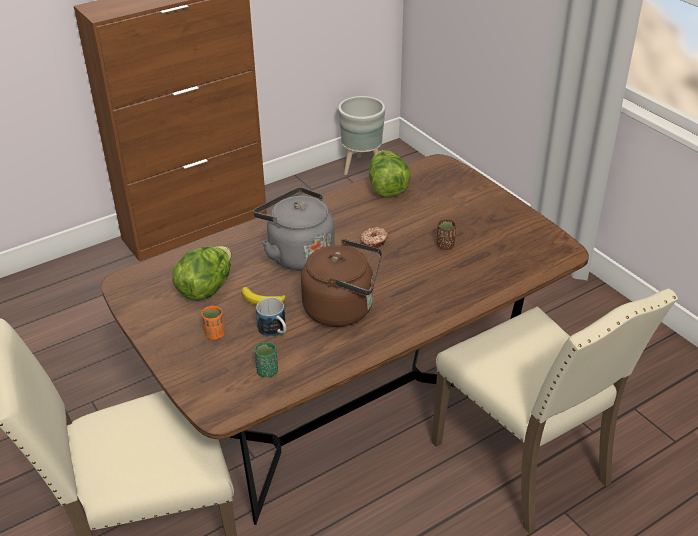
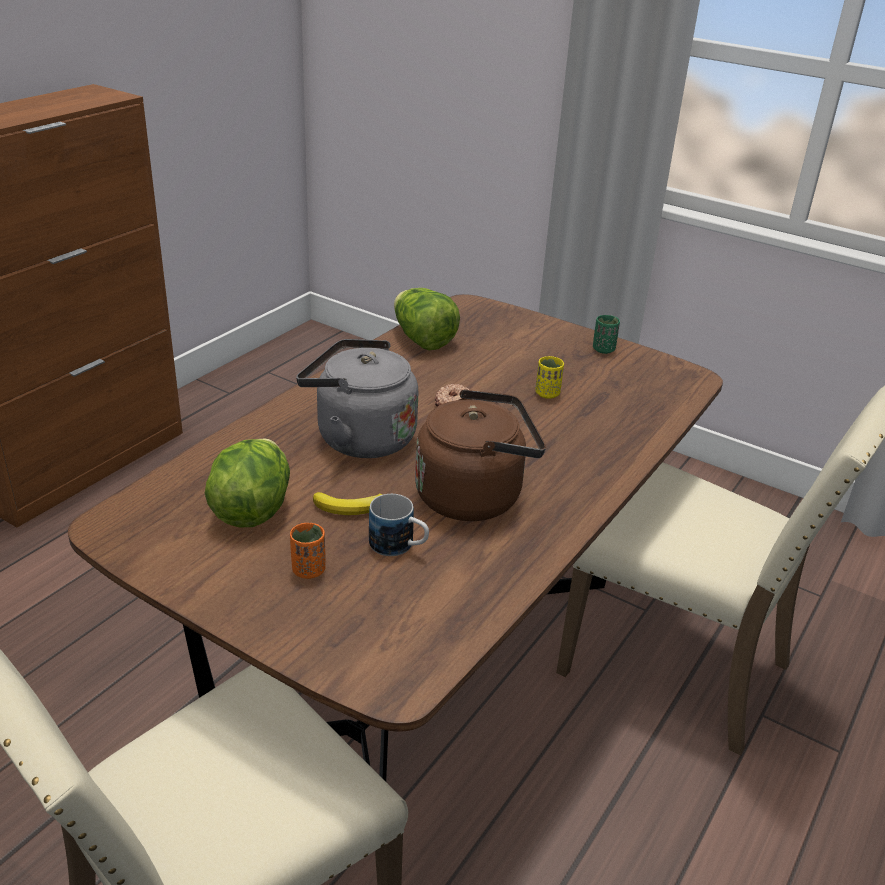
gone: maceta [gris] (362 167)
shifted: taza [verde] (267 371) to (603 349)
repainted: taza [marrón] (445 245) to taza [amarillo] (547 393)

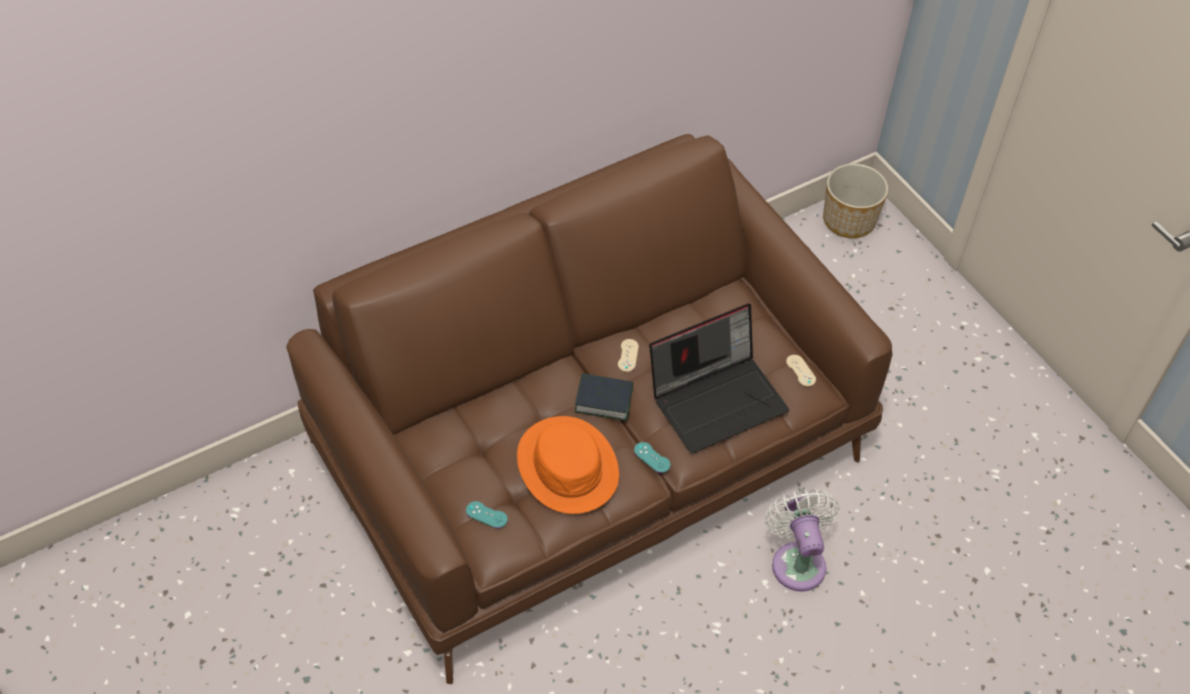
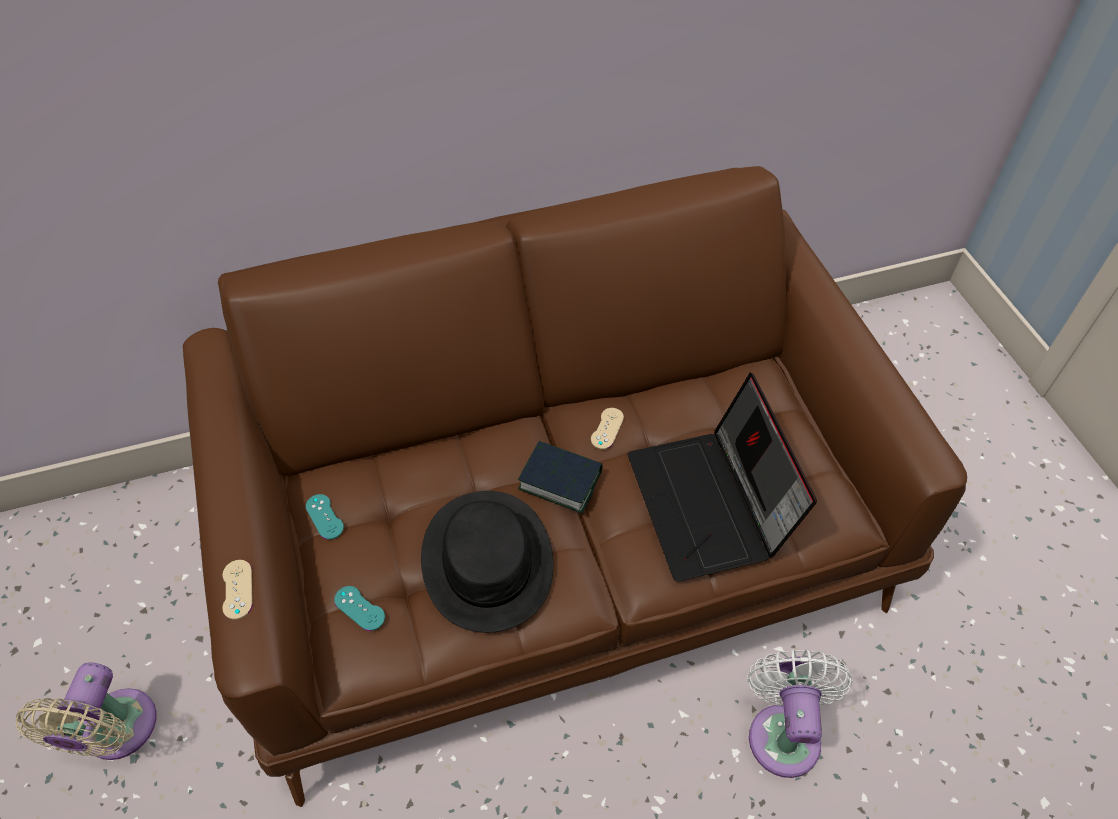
gone: maceta (848 221)
new: ventilador [beis] (116 733)
shifted: mando de consola [beis] (800 370) to (237 589); mando de consola [turquesa] (652 457) to (324 516)
repainted: sombrero [naranja] (568 466) to sombrero [negro] (488 561)
rotated: portátil (717 398) = (710 505) 90 degrees clockwise

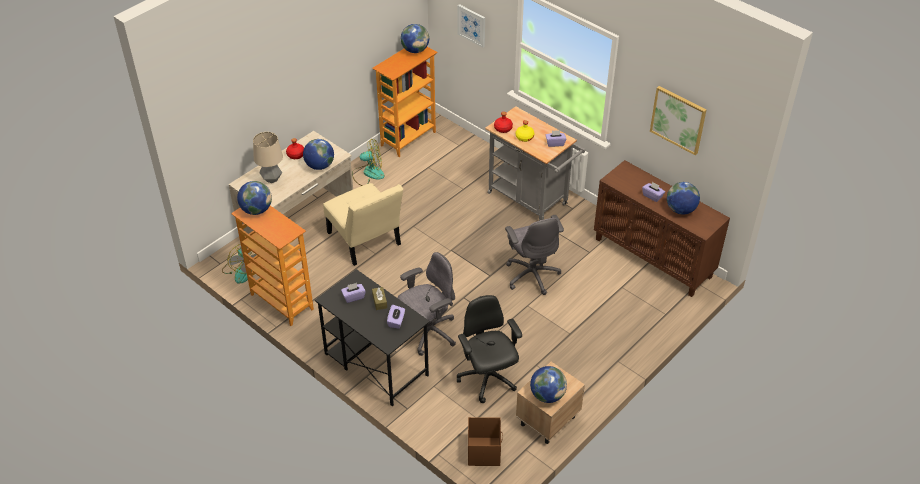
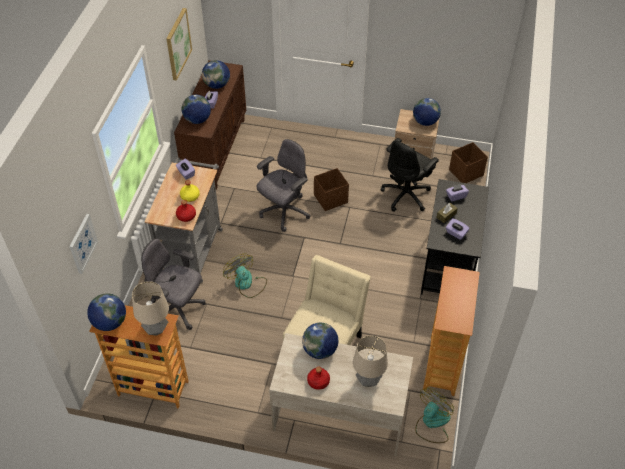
new: lámpara de mesa (156 329); caja de almacenaje [marrón] (331 199)
shifted: silla de oficina [gris] (428 333) to (178 310); globo terráqueo (256 210) to (197 120); ventilador (368 173) to (247 284)

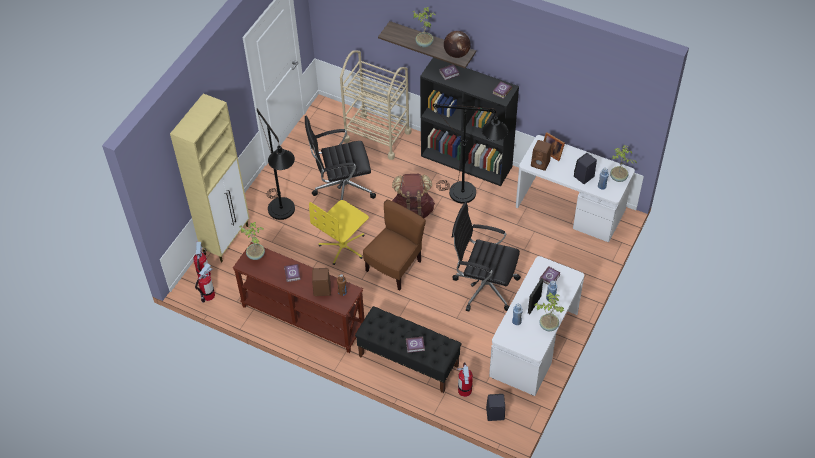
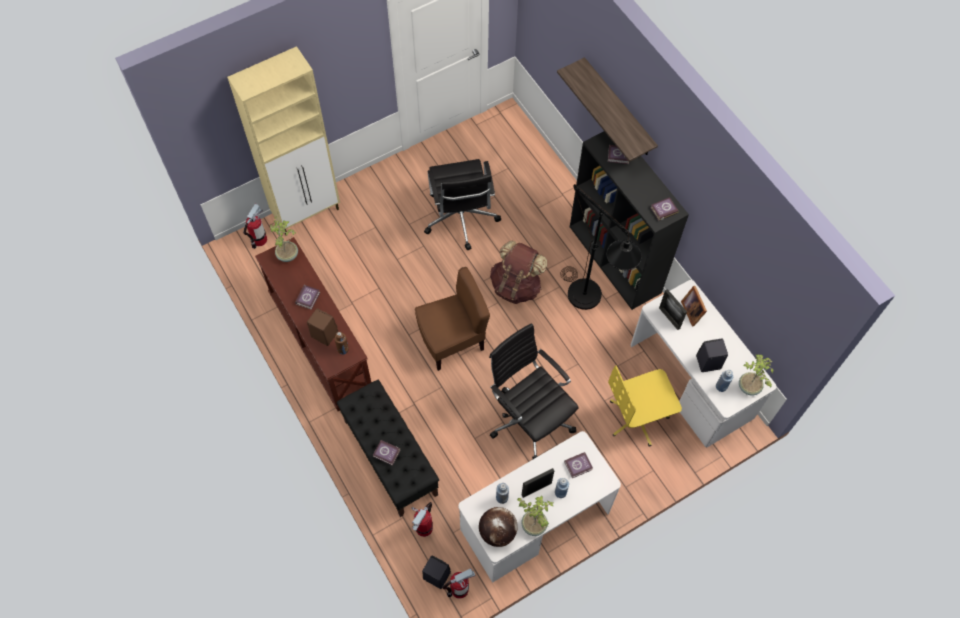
gone: lámpara de pie [negro] (284 215); carrito [beis] (377 136); planta en maceta (424 43)
shifted: extintor (208 295) to (459 589); globo terráqueo (456 54) to (497 531); silla de oficina [amarillo] (343 246) to (637 418)
swapped: altavoz [marrón] (541 163) to portarretratos (669 318)
rotated: silla de oficina [negro] (342 188) = (460 219) 120 degrees counterclockwise

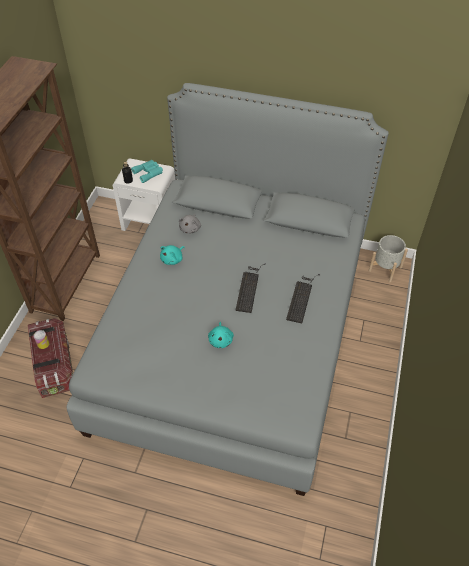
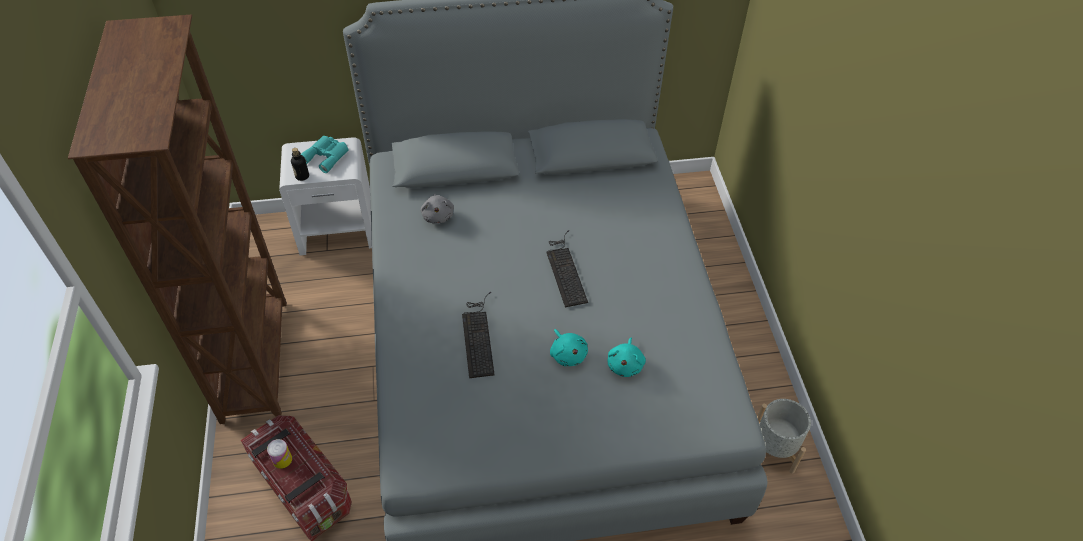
shifted: teclado (301 297) to (478 336); peluche [turquesa] (173 259) to (625 364); maceta [gris] (385 269) to (773 449)

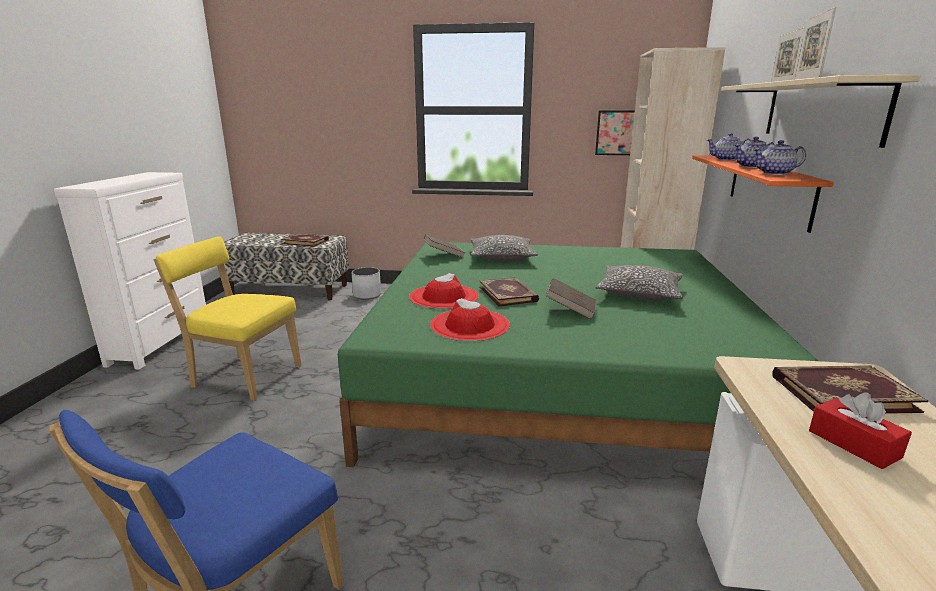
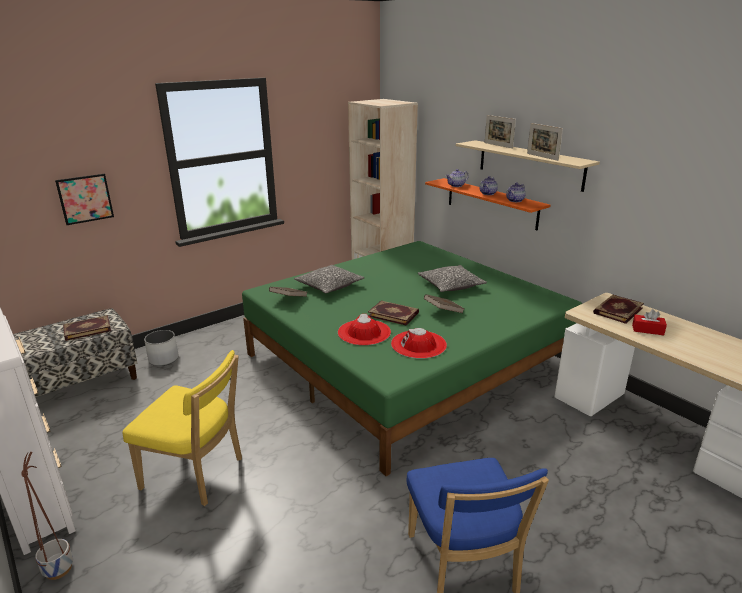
new: maceta (58 569)
shifted: cuadro (618 133) to (85 199)
rotated: silla [amarillo] (243 376) = (197 475) 135 degrees counterclockwise

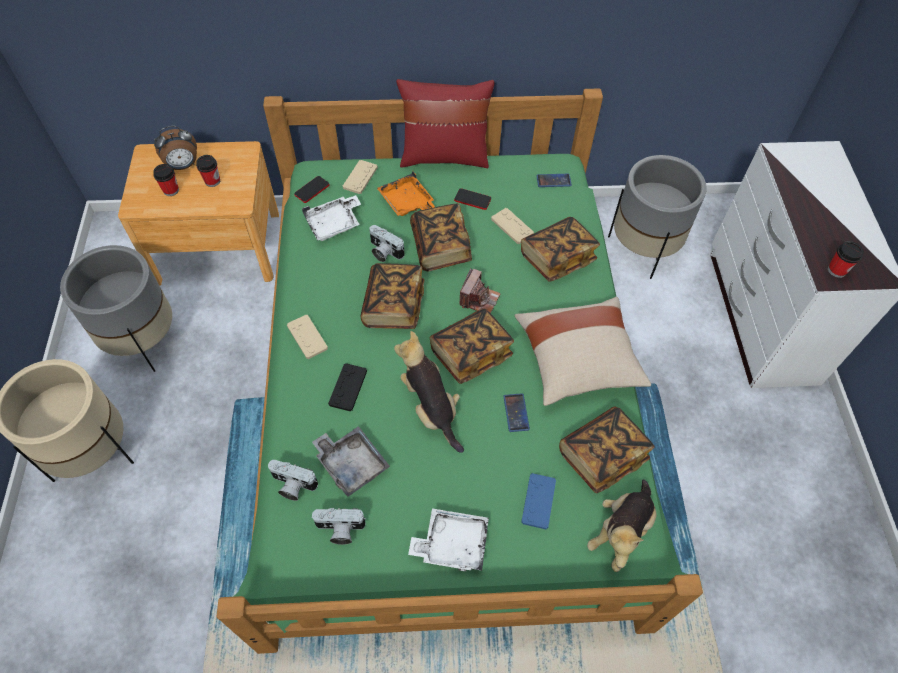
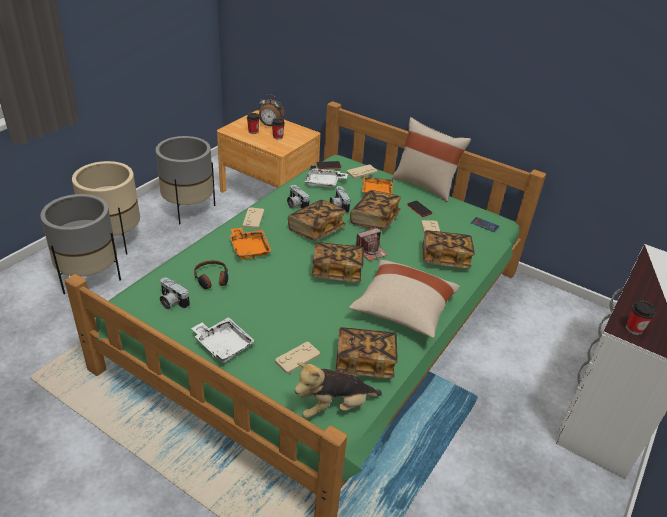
gone: peluche (431 407); móvil (516 413)
shifted: maceta [gris] (643 249) to (89 277); cámara (292 485) to (296 205)
swapped: bandeja [gris] (351 464) to auriculares (212 279); mando de consola [negro] (348 387) to bandeja [naranja] (249 249)
repainted: mando de consola [azul] (538 501) to mando de consola [beis] (297 358); cojín [rojo] (444 156) to cojín [beis] (425 185)

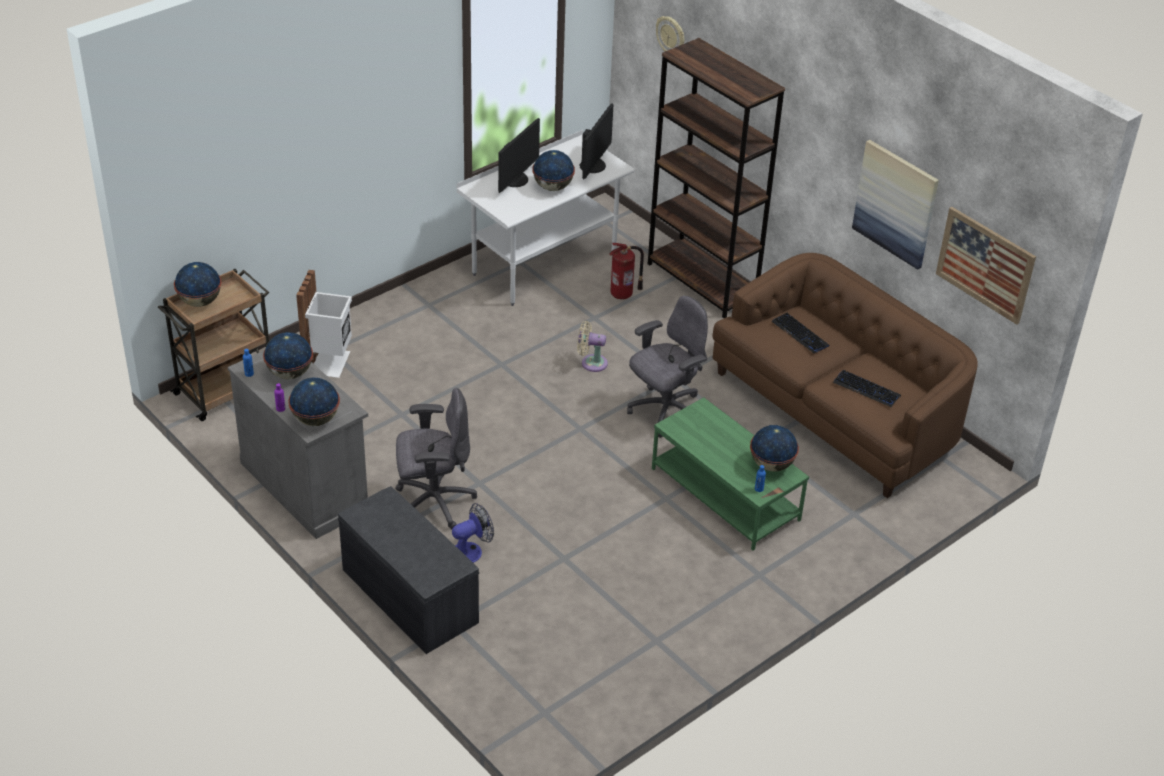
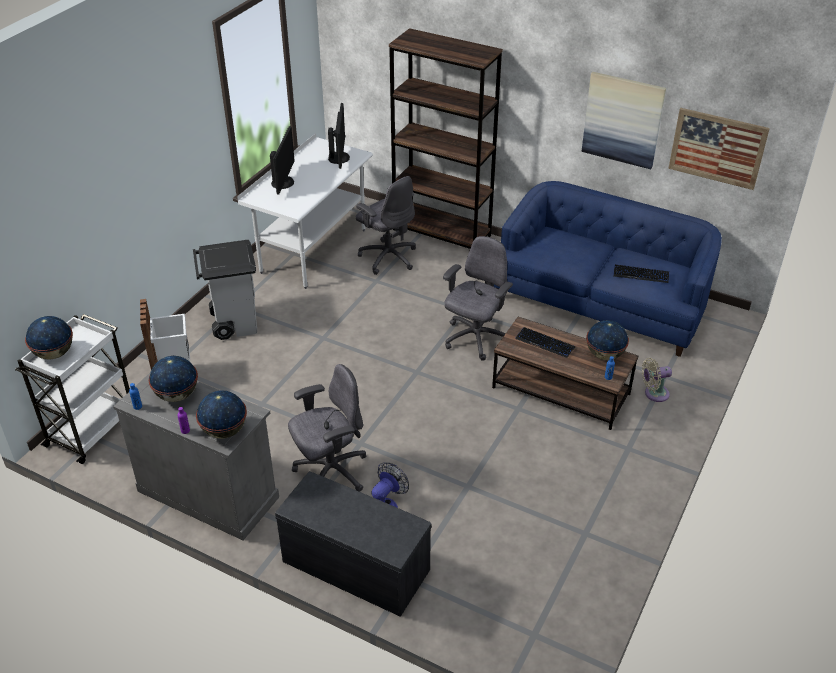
gone: globo terráqueo (552 187); reloj de pared (671 36)
new: papelera [gris] (233 323)
shifted: teclado (800 334) to (545 343); ventilador [beis] (591 363) to (654 394)
swapped: extintor (623 294) to silla de oficina [gris] (388 257)
repainted: carrito [marrón] (226 390) to carrito [blanco] (92 428); mesa de centro [verde] (726 494) to mesa de centro [marrón] (561 390); sofá [marrón] (837 411) to sofá [azul] (601 301)

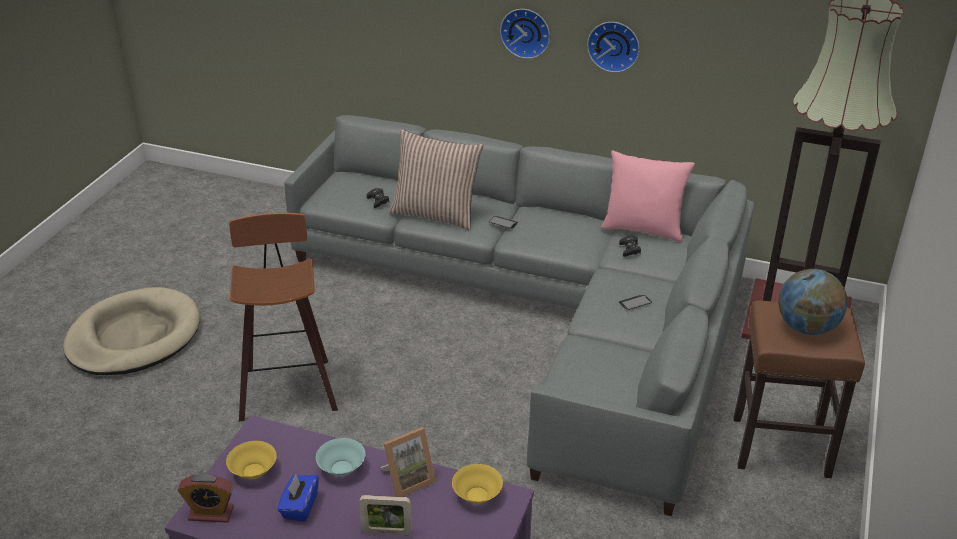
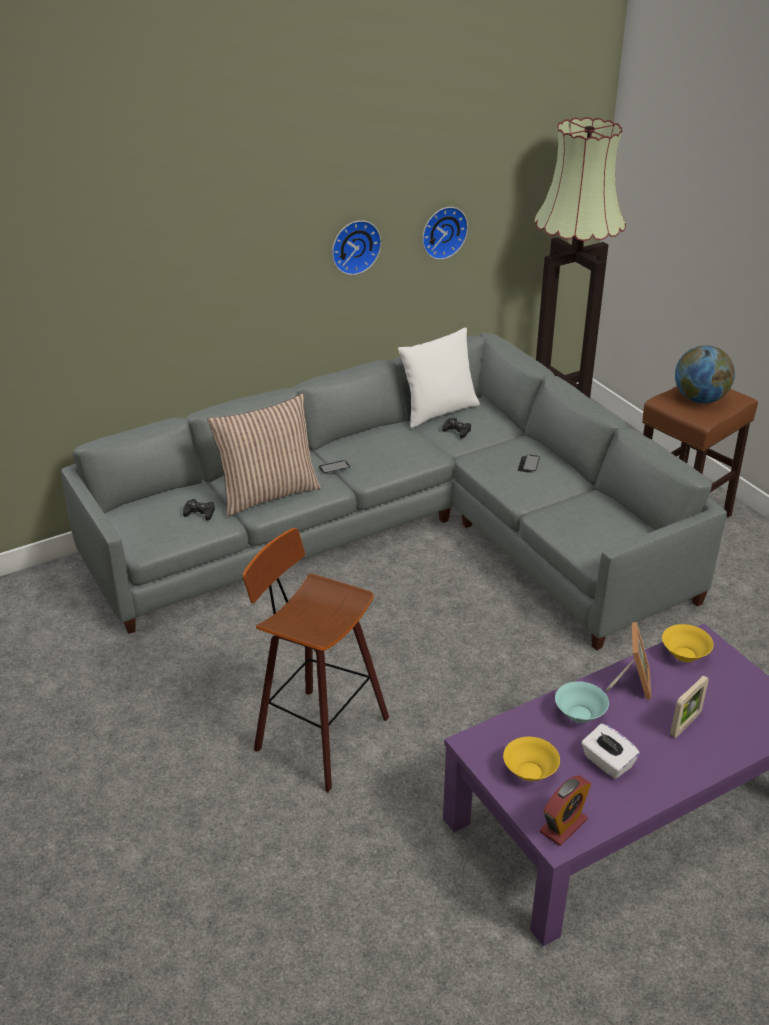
gone: cama para perro [beis] (134 337)
shifted: reloj de pared (526 32) to (442 231)
repainted: cojín [rosa] (643 229) to cojín [blanco] (438 412); caja de pañuelos [azul] (300 507) to caja de pañuelos [blanco] (607 763)

